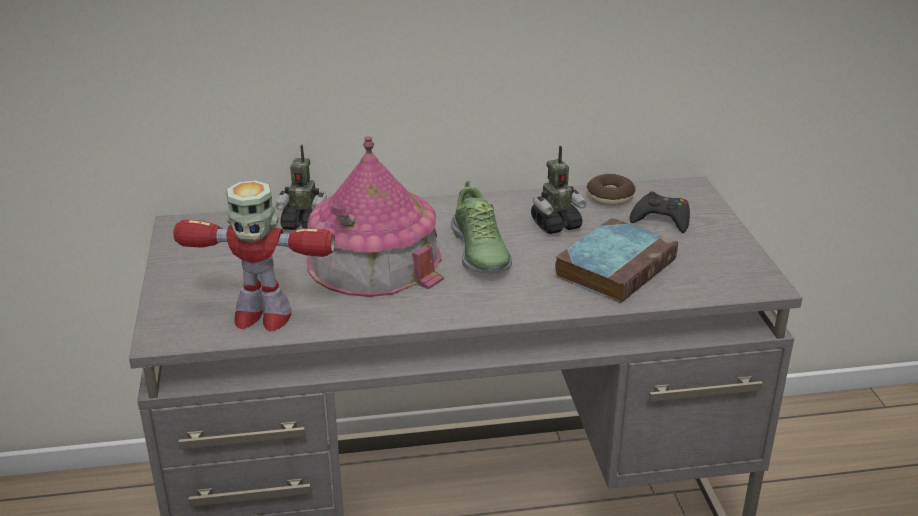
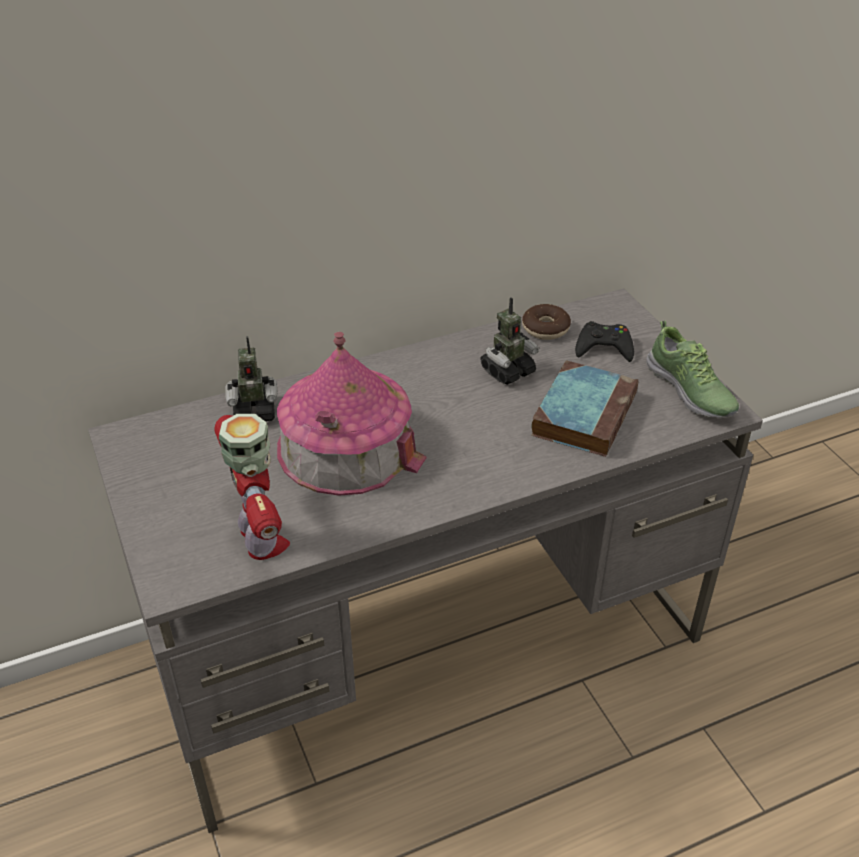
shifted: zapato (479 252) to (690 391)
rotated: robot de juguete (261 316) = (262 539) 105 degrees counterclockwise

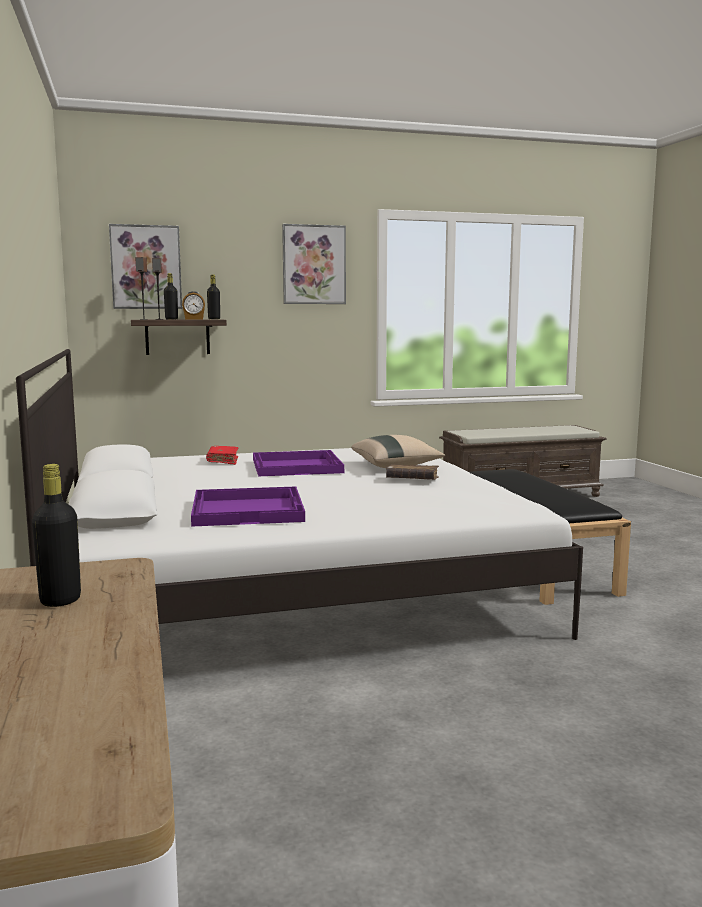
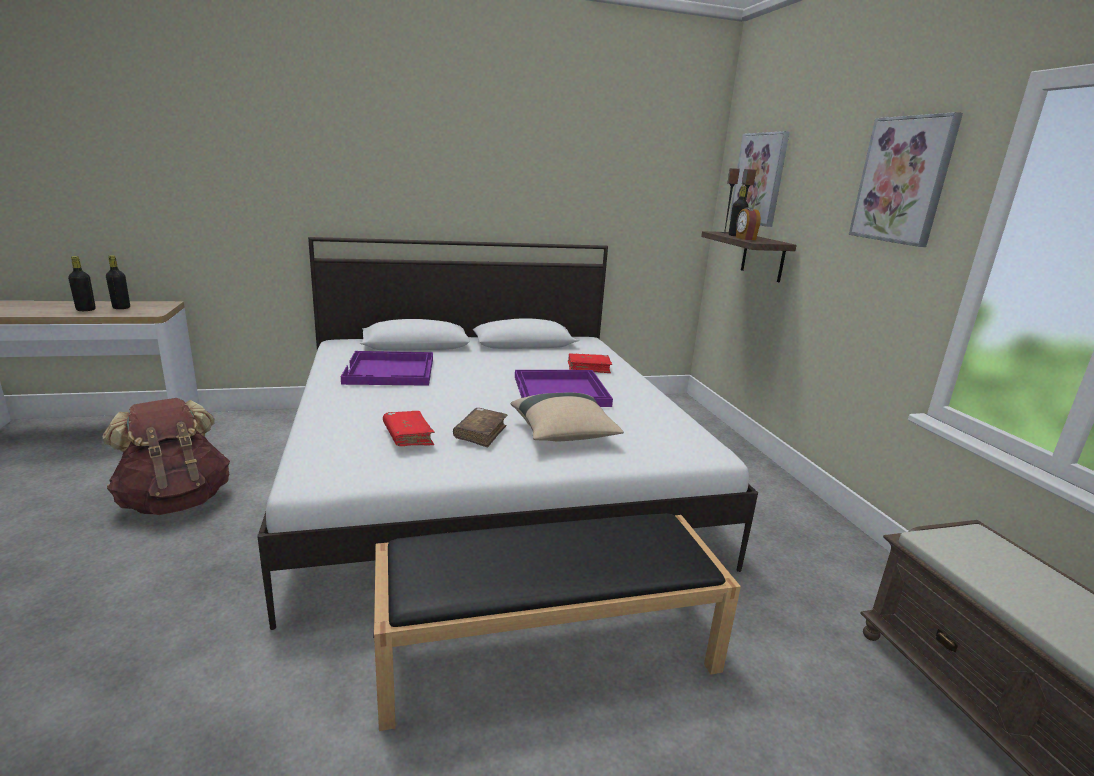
new: mochila [marrón] (176 501); libro [rojo] (408 436)
shifted: botella [negro] (214 319) to (86 310)

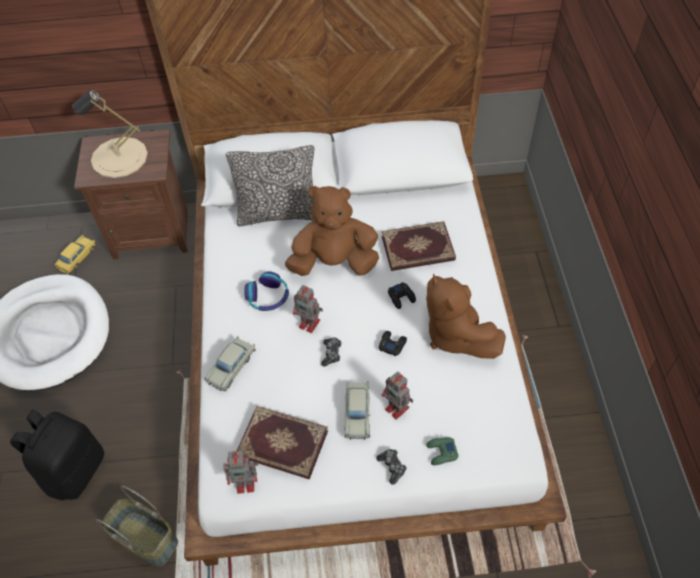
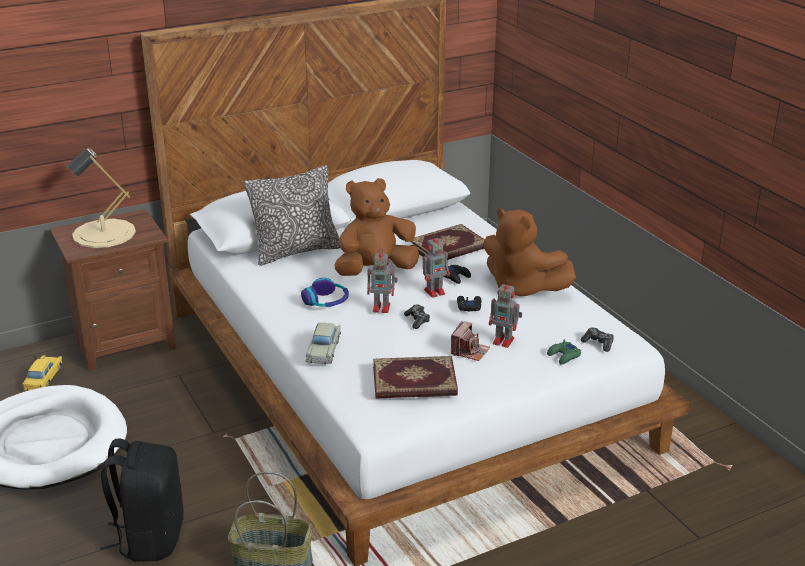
shifted: robot de juguete (246 482) to (435 291); mando de consola (392 467) to (598 343)
swapped: coche de juguete [beis] (357 413) to cámara (469 351)

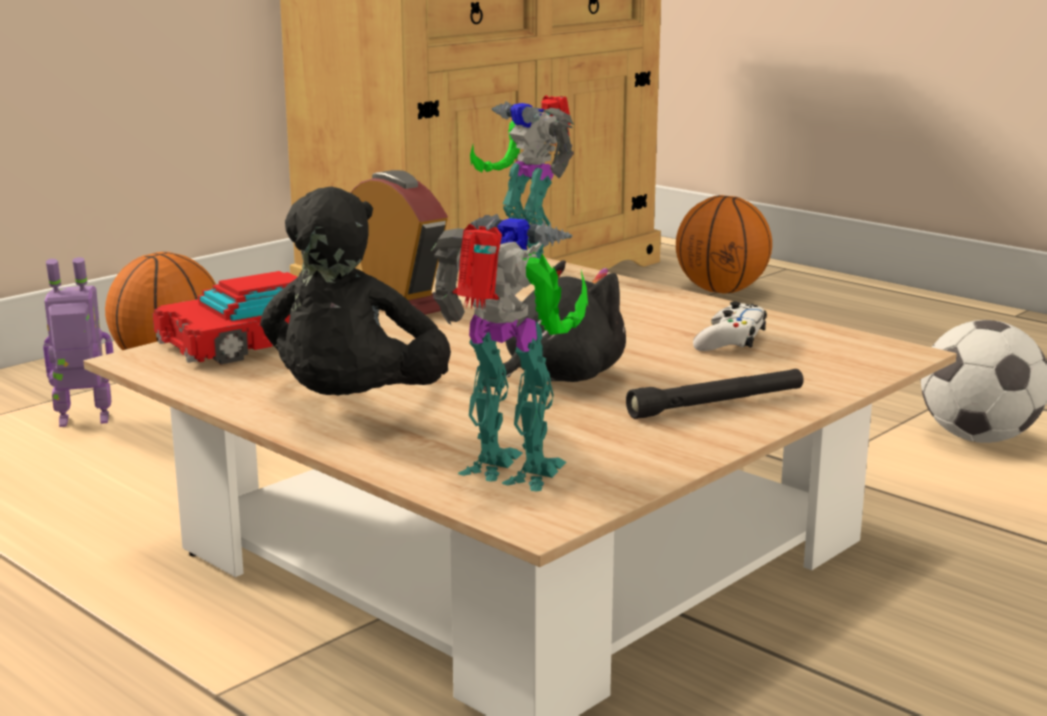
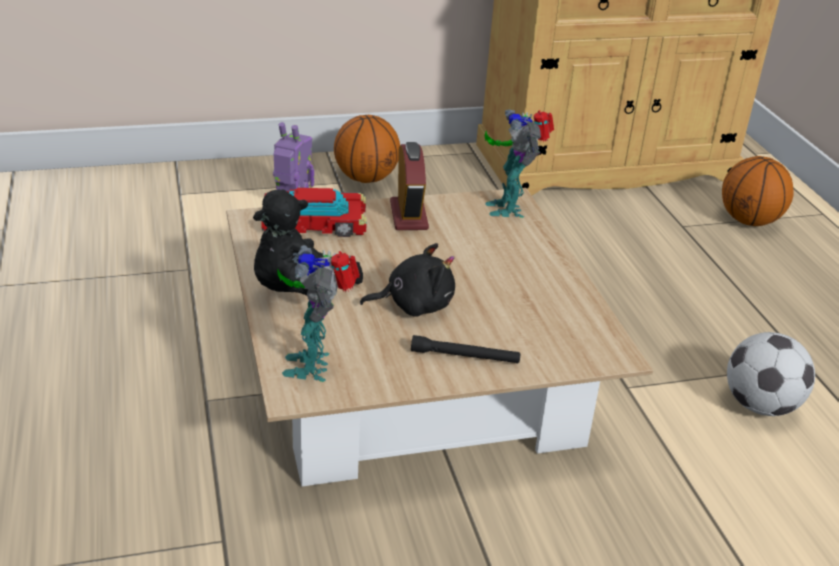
gone: mando de consola [blanco] (730 340)
rotated: robot de juguete (514 474) = (314 364) 150 degrees counterclockwise

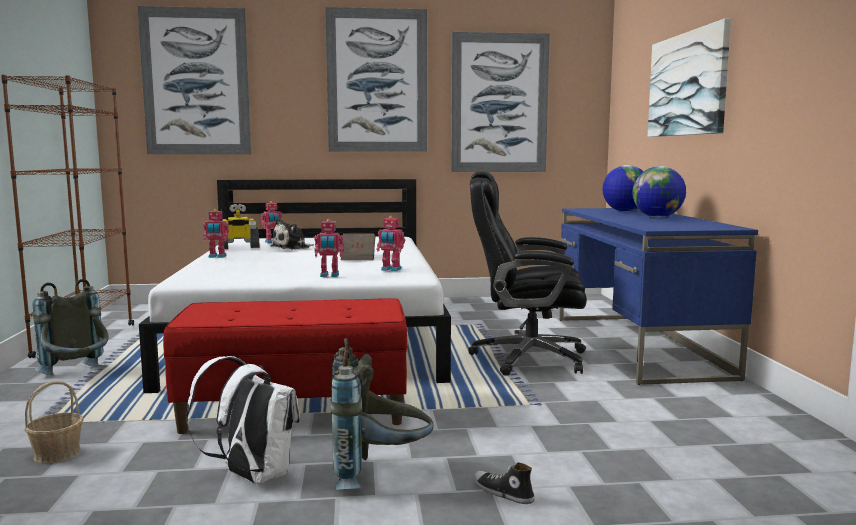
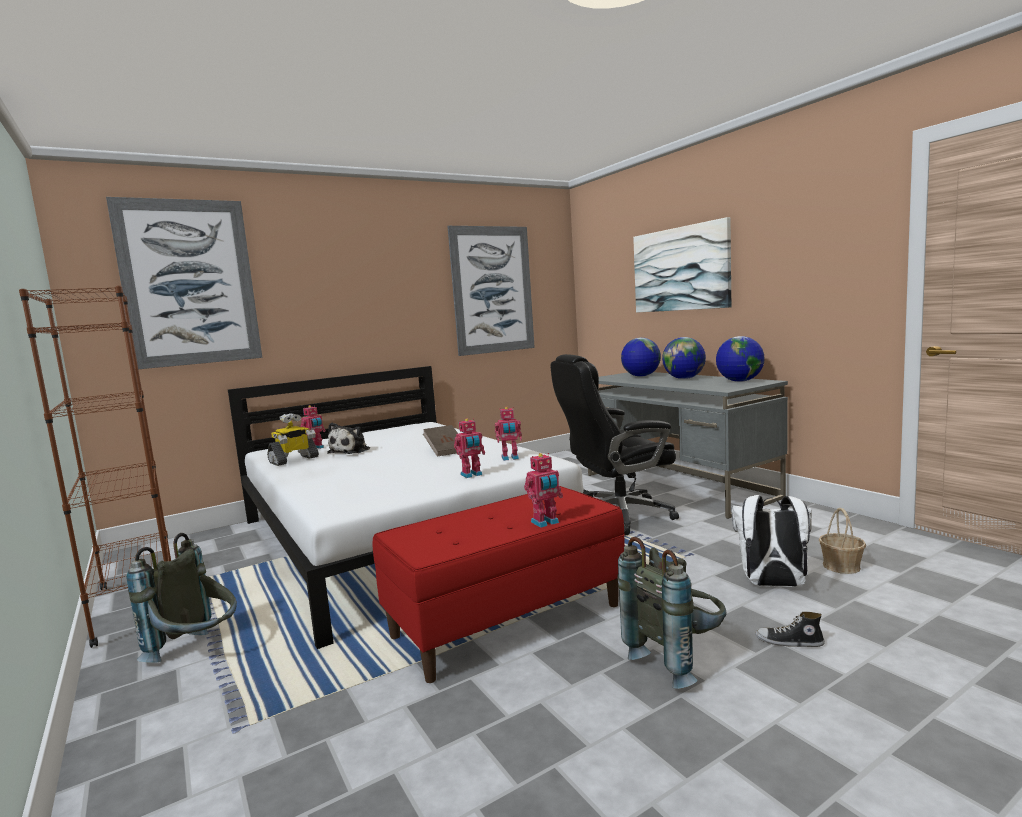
gone: cuadro (377 81)
new: globo terráqueo (739 381)
shifted: robot de juguete (217 257) to (545 523); mochila [blanco] (251 476) to (772 585); cesta (57 454) to (841 566)
repainted: escritorio [azul] (638 346) to escritorio [gris] (677 486)

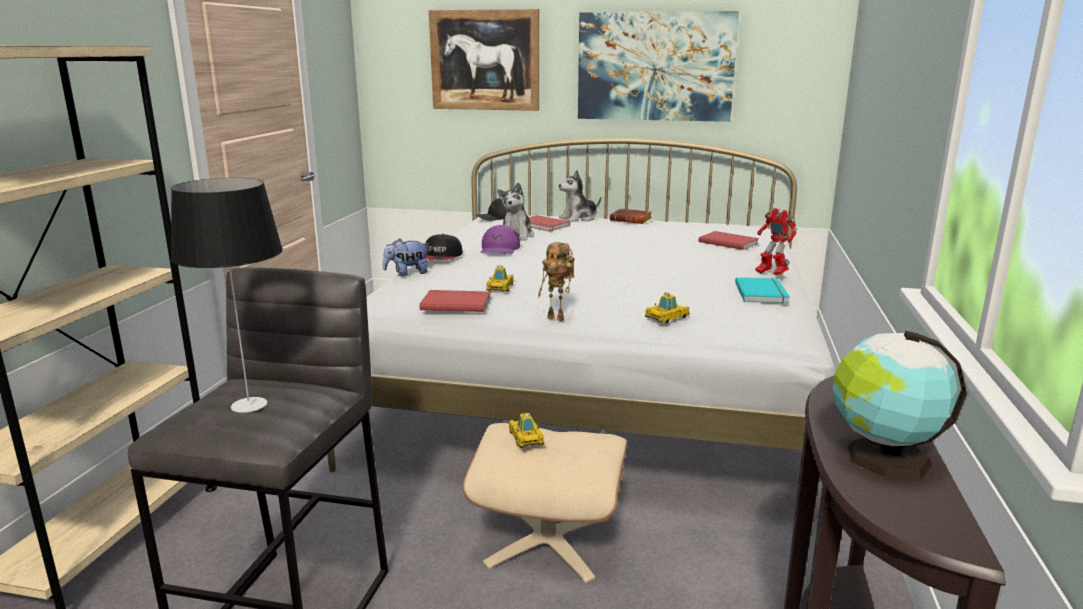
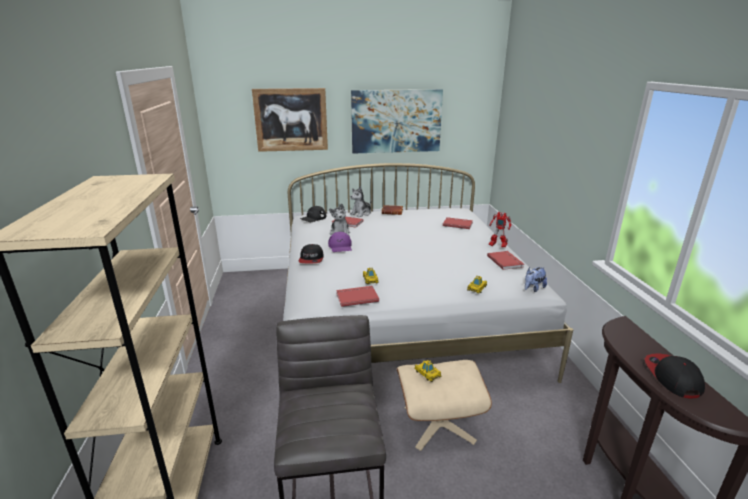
gone: lámpara de mesa (250 404); robot de juguete (557 318)
shifted: peluche (407 273) to (533 288)
swapped: globo terráqueo (882 458) to gorra (672 377)
repainted: libro [turquesa] (763 293) to libro [rojo] (506 261)

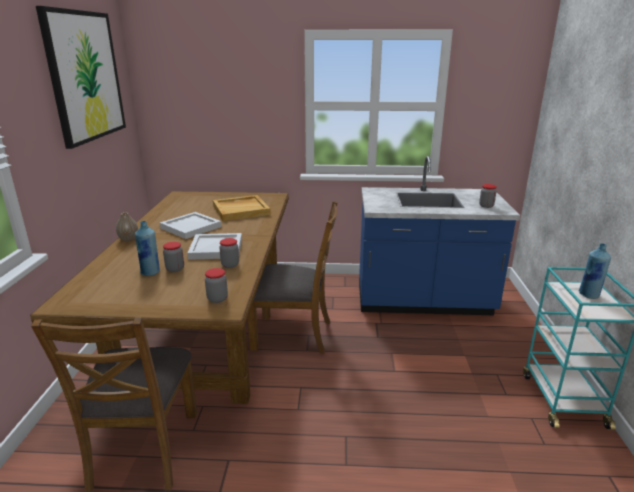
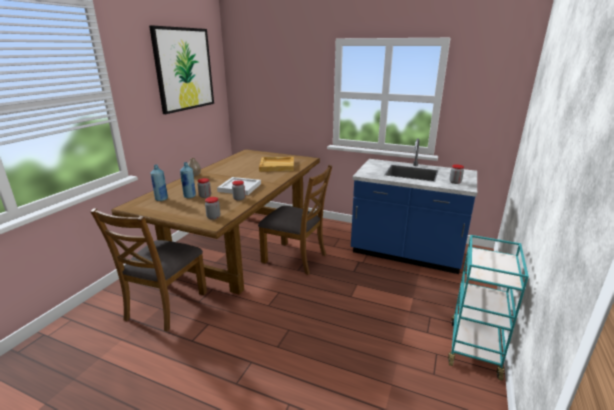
gone: bandeja [blanco] (192 227)
shifted: botella [azul] (589 295) to (161 199)

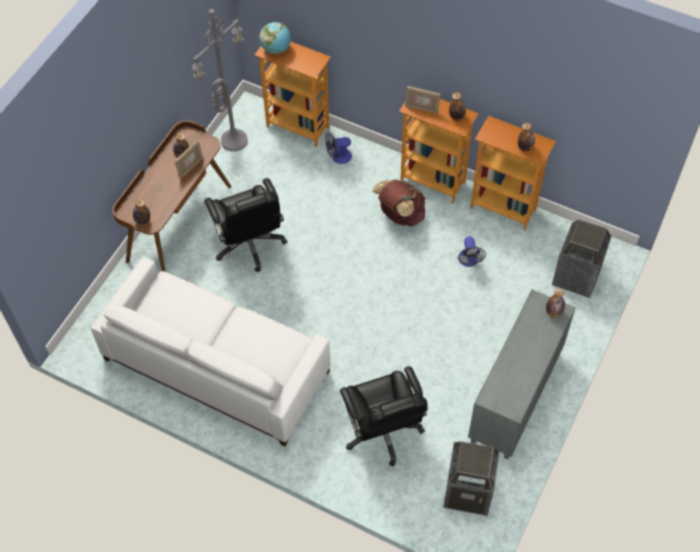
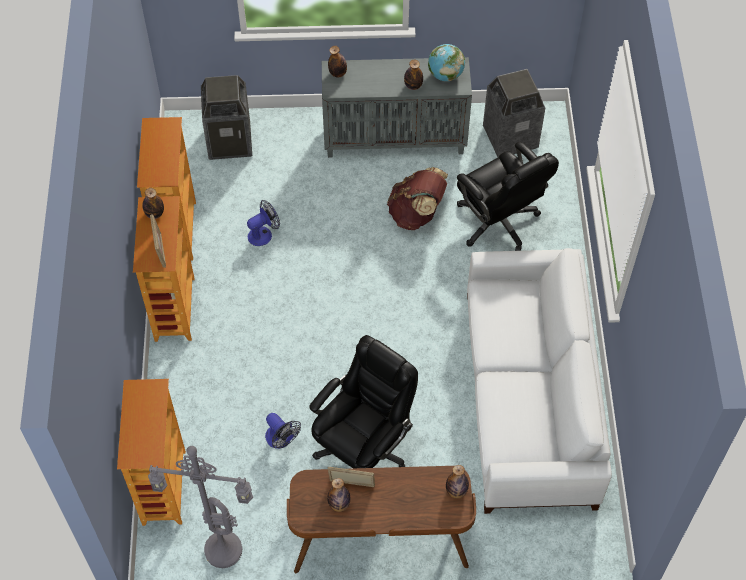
shifted: ventilador (338 157) to (281 440); mochila [marrón] (400 215) to (416 214); botella (525 148) to (413 86); globo terráqueo (276 49) to (445 75)
rotated: silla de oficina [negro] (383 431) = (498 222) 105 degrees clockwise

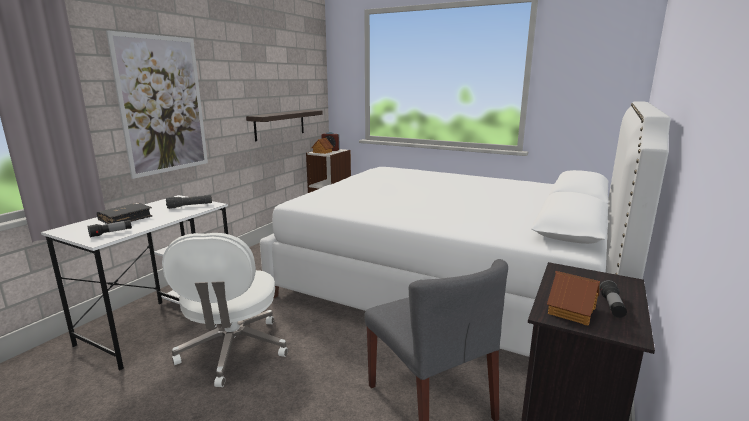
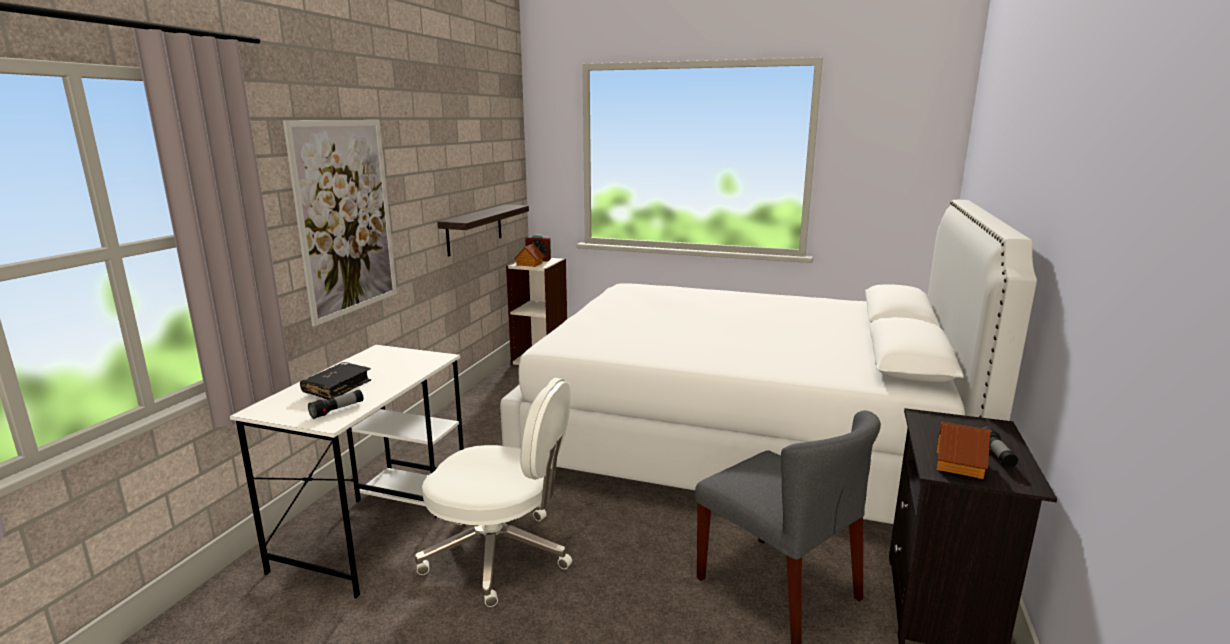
gone: linterna [negro] (190 206)
rotated: silla de oficina [blanco] (233 351) = (500 554) 60 degrees counterclockwise

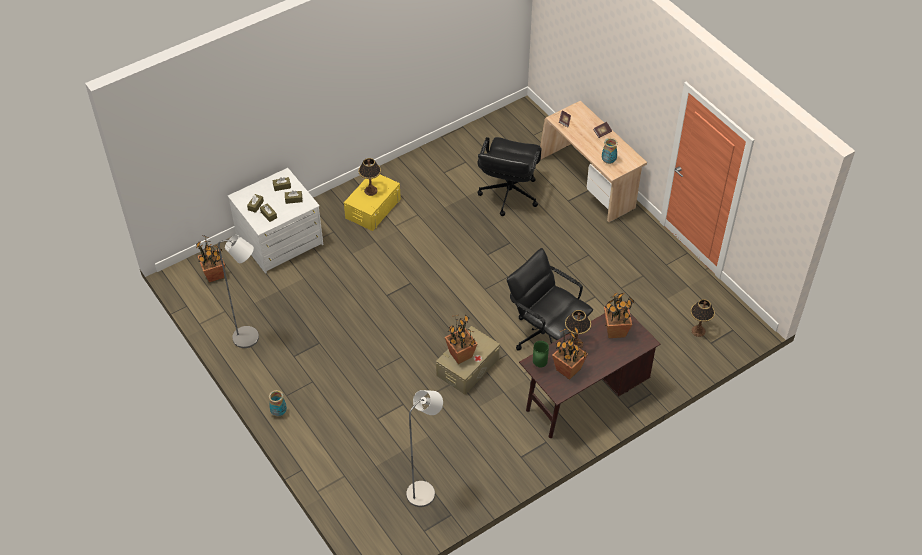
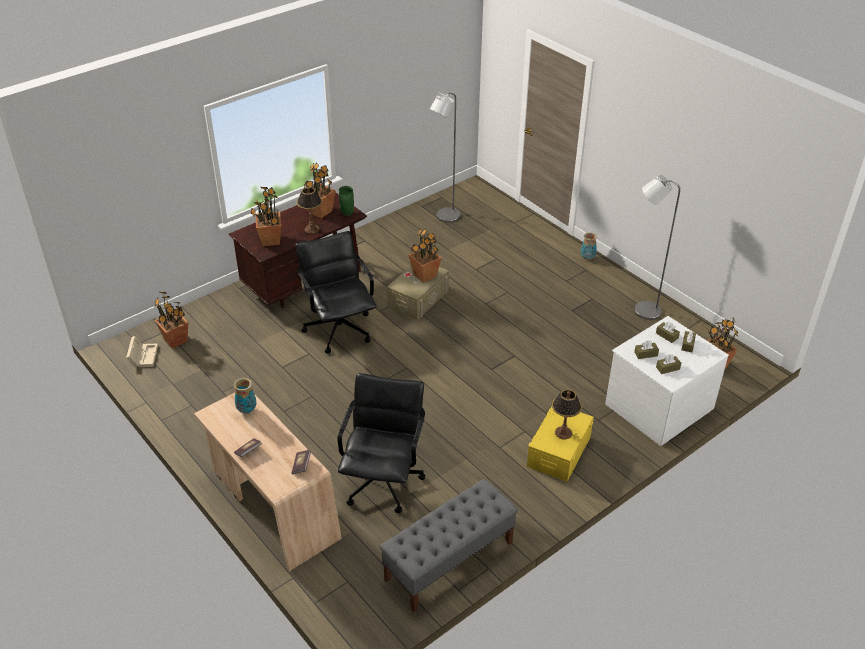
new: caja de almacenaje [beis] (143 356); banco [gris] (449 562)
swapped: lámpara de mesa (698 331) to planta en maceta (176 341)
rotated: silla de oficina [negro] (545 335) = (339 329) 150 degrees counterclockwise

